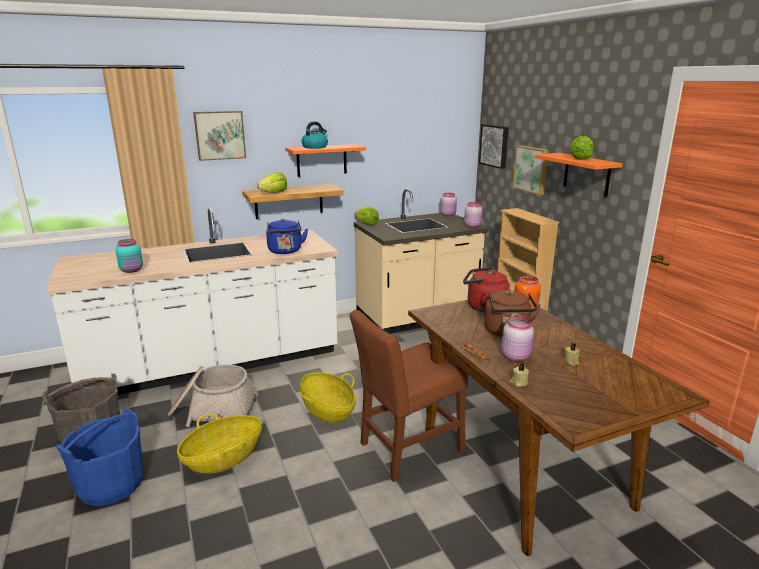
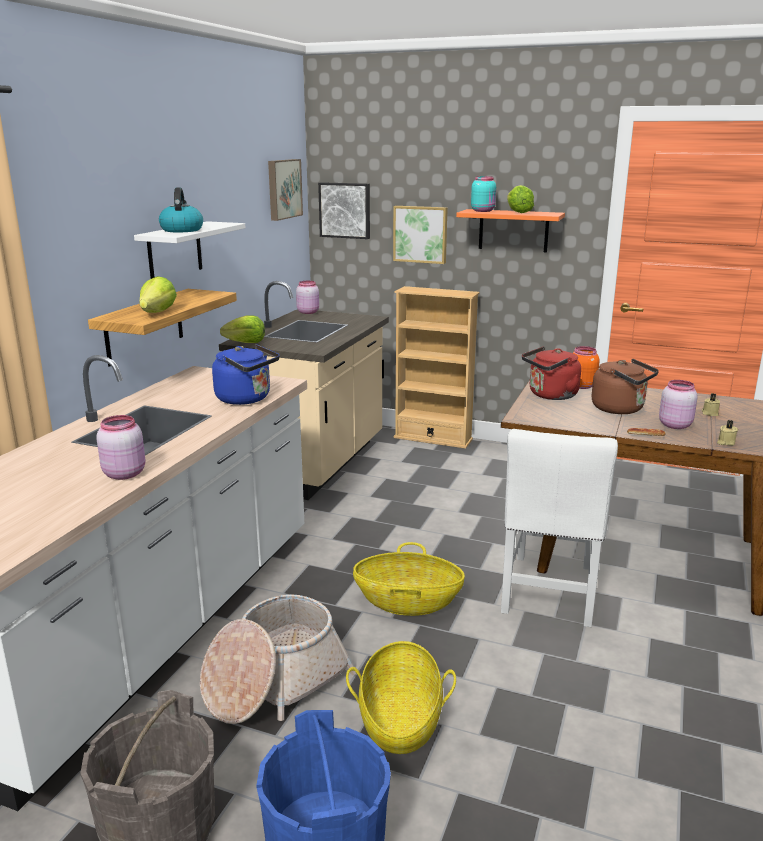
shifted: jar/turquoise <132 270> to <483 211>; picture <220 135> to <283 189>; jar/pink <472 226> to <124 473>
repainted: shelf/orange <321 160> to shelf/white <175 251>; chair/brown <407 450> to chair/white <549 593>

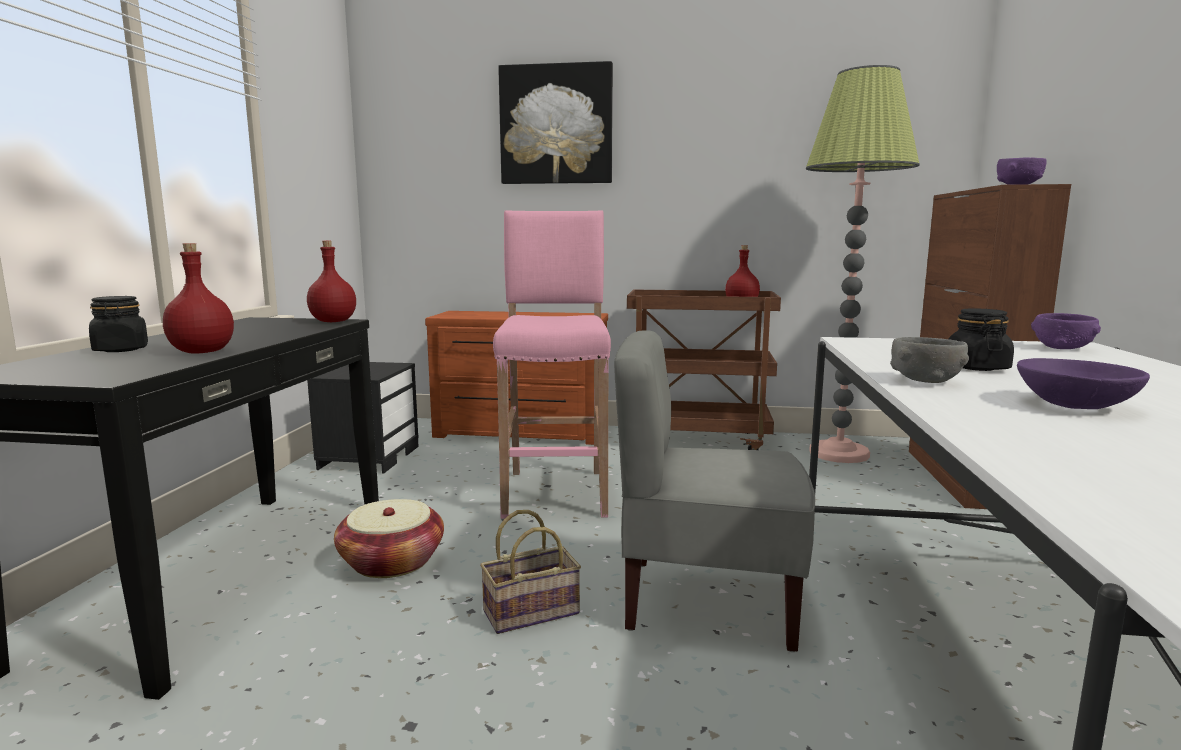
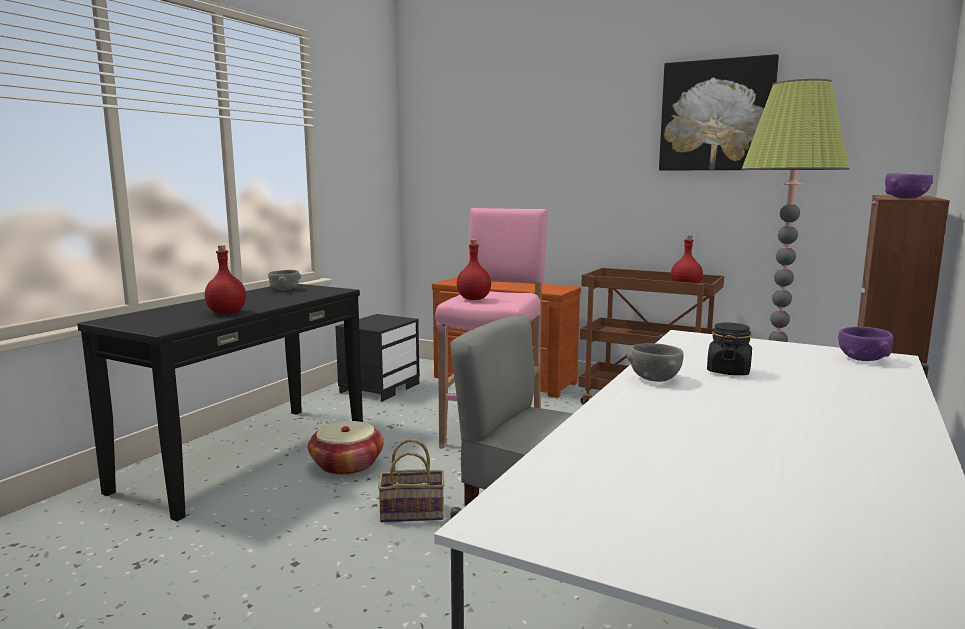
gone: jar/black <121 350>; bowl/purple <1074 405>
new: bowl/grey <285 290>
shifted: bottle/red <332 321> to <473 299>; picture <556 125> to <716 116>

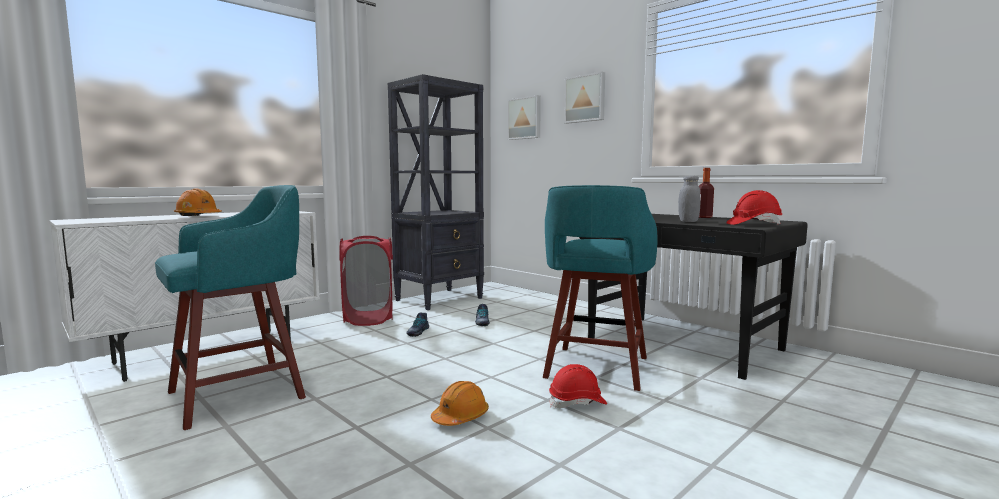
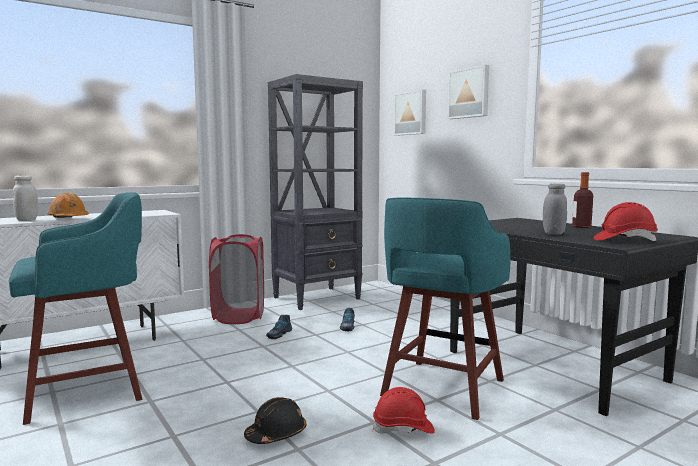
new: jar/white <27 220>
repainted: hard hat/orange <460 417> to hard hat/black <276 434>

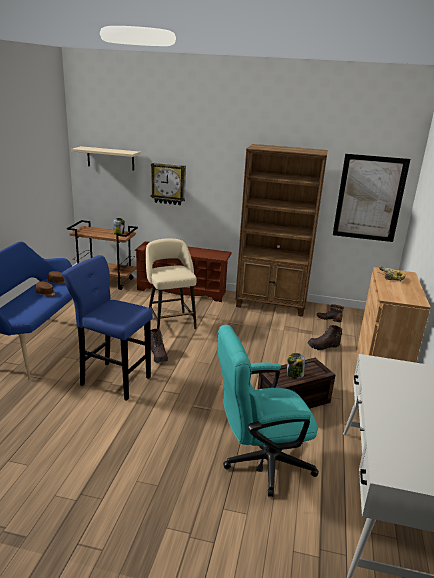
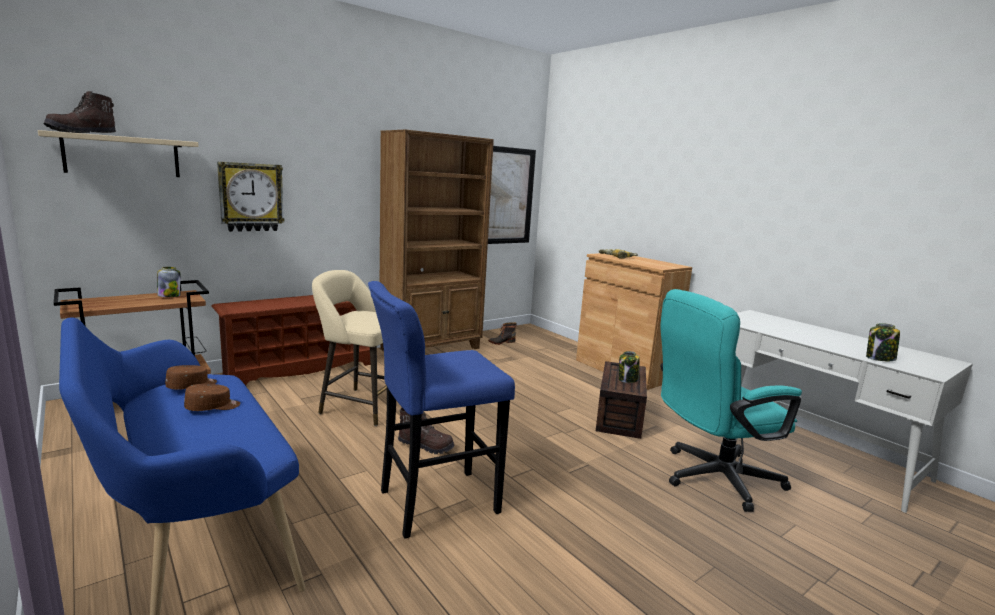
new: jar <880 359>
shifted: boot/brown <323 346> to <82 133>
rotated: office chair/turquoise <260 462> = <711 478> 45 degrees clockwise

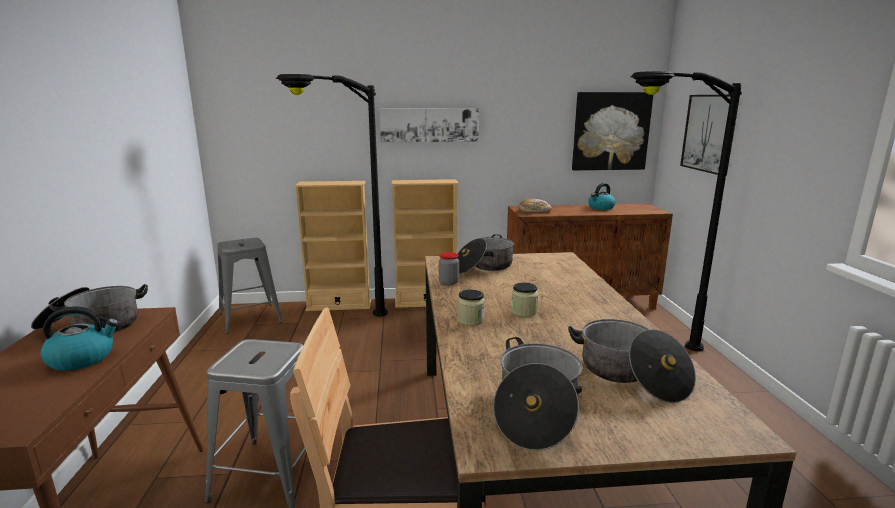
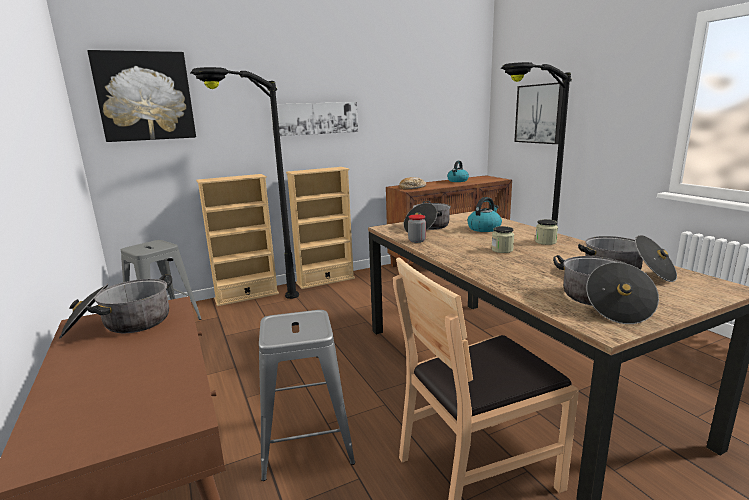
shifted: kettle <82 358> to <484 228>; jar <470 320> to <545 242>; picture <610 131> to <145 96>

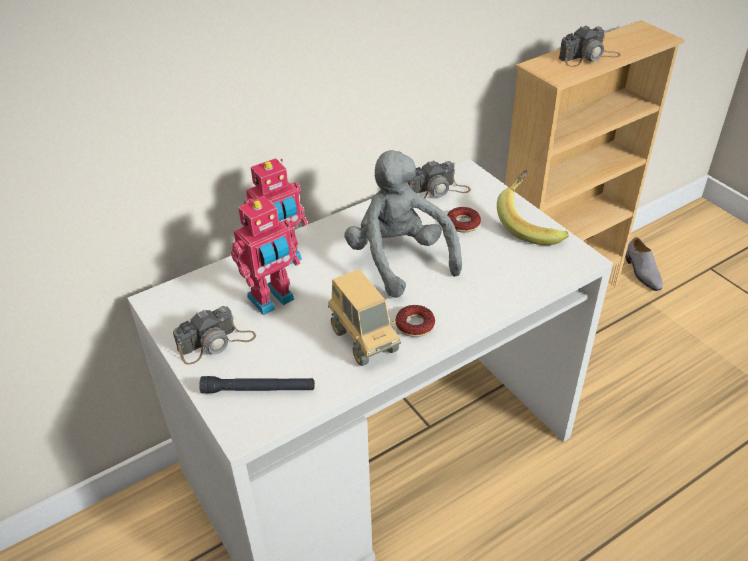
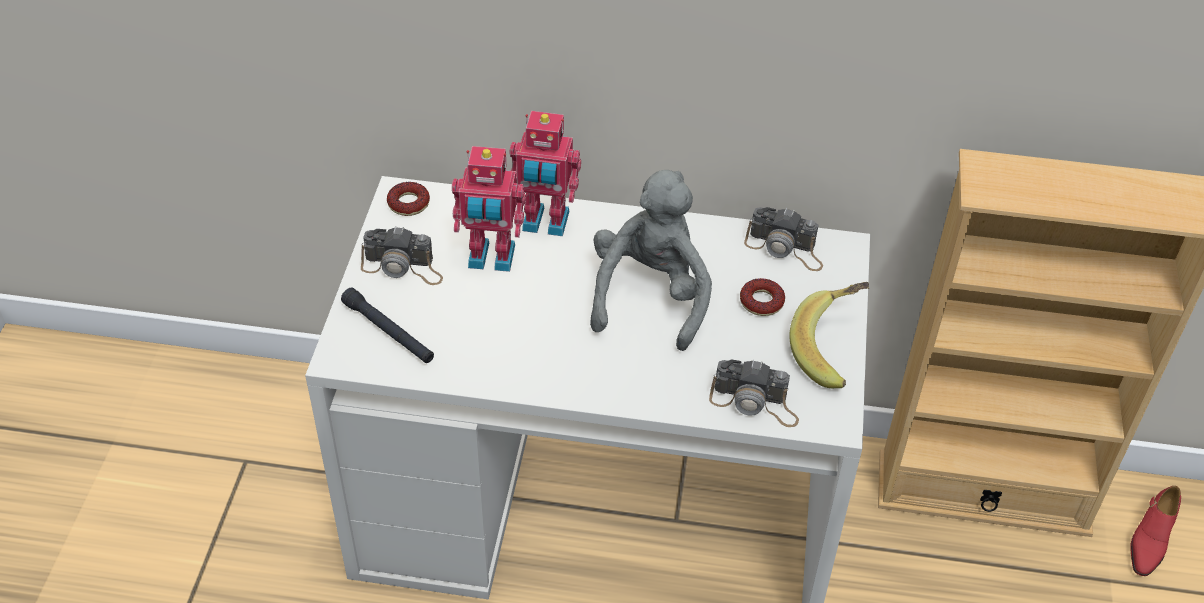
gone: toy truck <364 340>
shifted: donut <415 325> to <408 203>; photo camera <589 57> to <755 403>
repainted: shoe/grey <642 273> to shoe/red <1150 540>

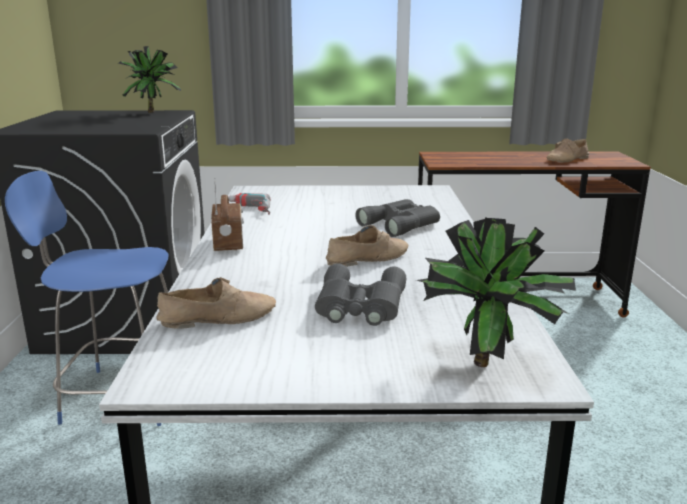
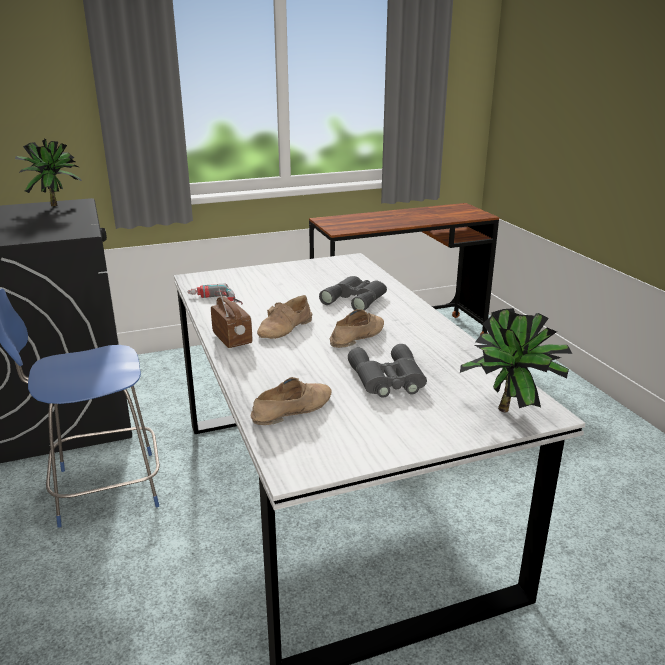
shifted: shoe/beige <568 159> to <286 328>

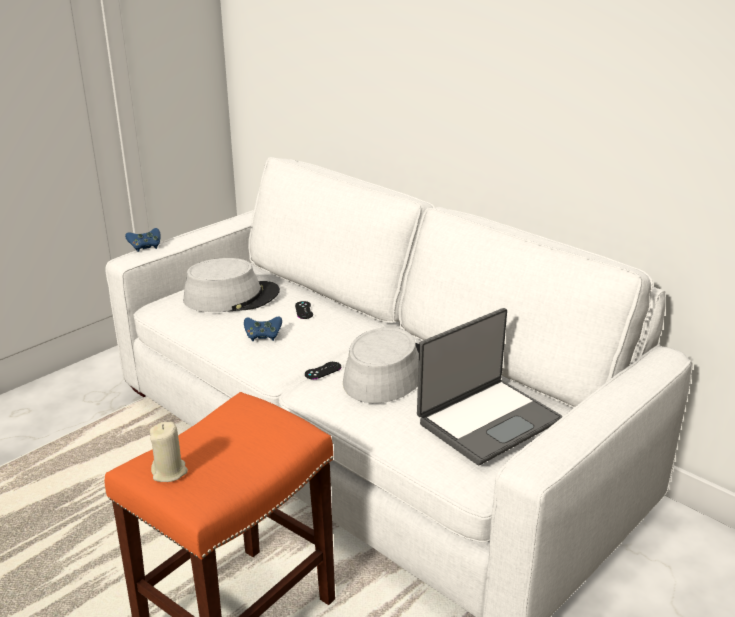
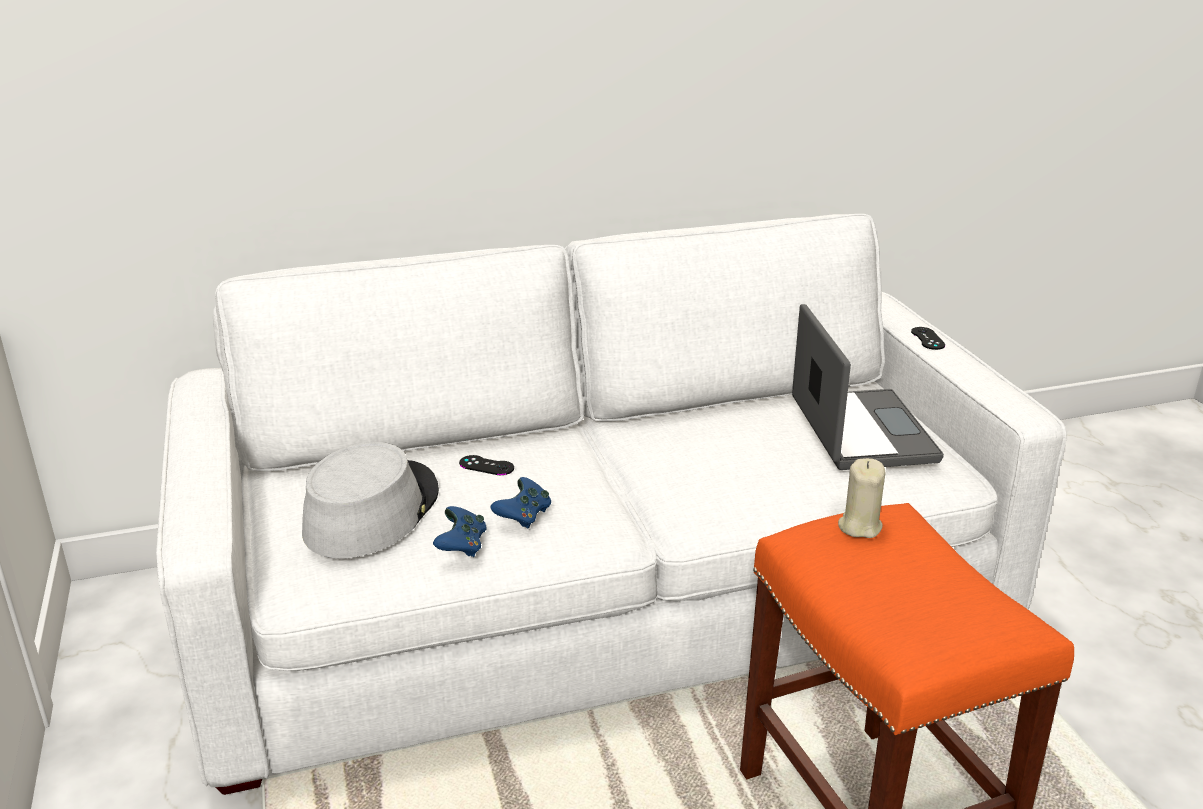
gone: hat/grey <387 373>
shifted: game controller/blue <145 247> to <462 546>; candle/beige <169 472> to <859 526>; game controller/black <323 371> to <927 338>

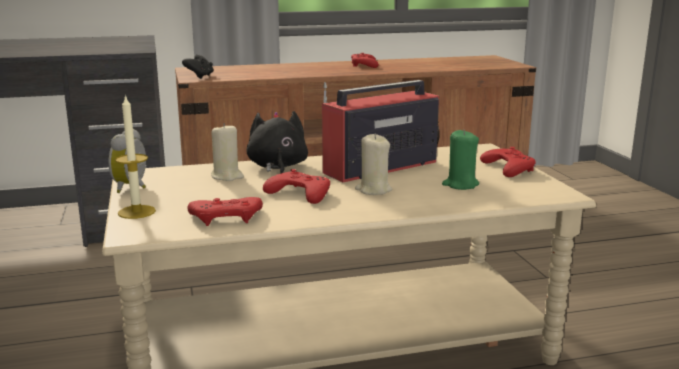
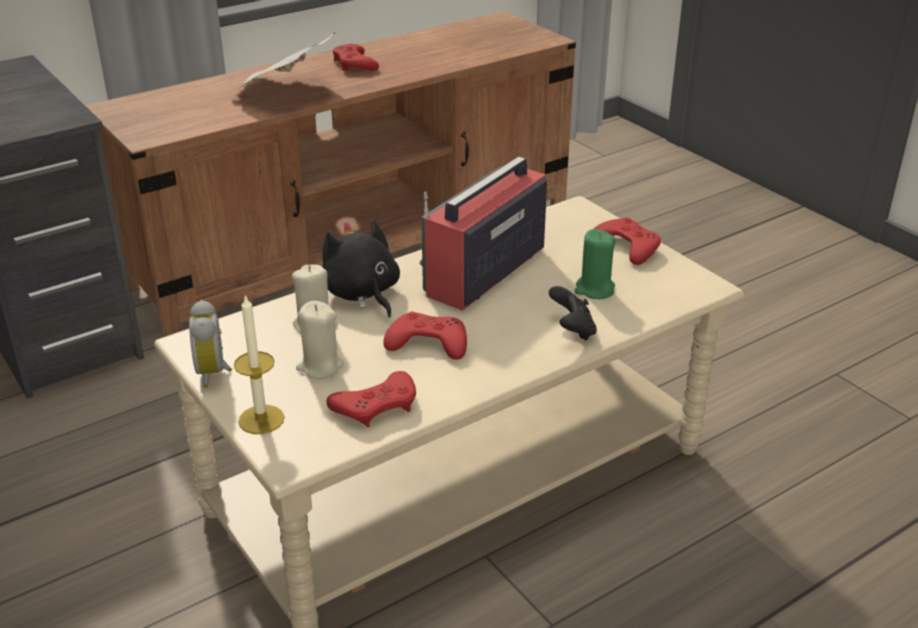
new: newspaper <284 91>
shifted: game controller/black <200 77> to <572 330>; candle/beige <373 190> to <320 367>

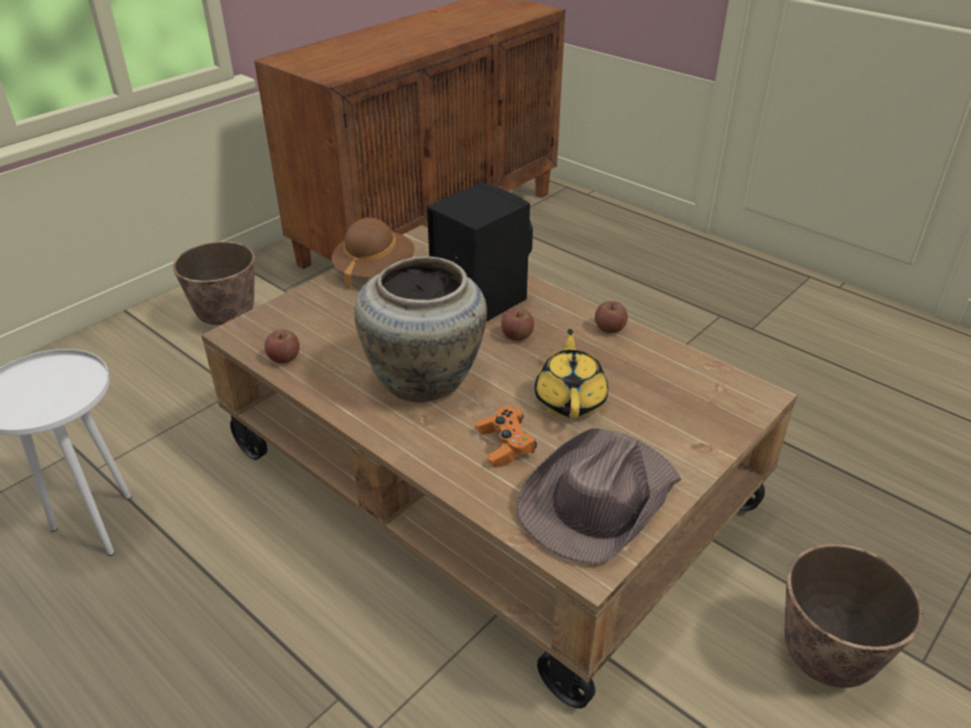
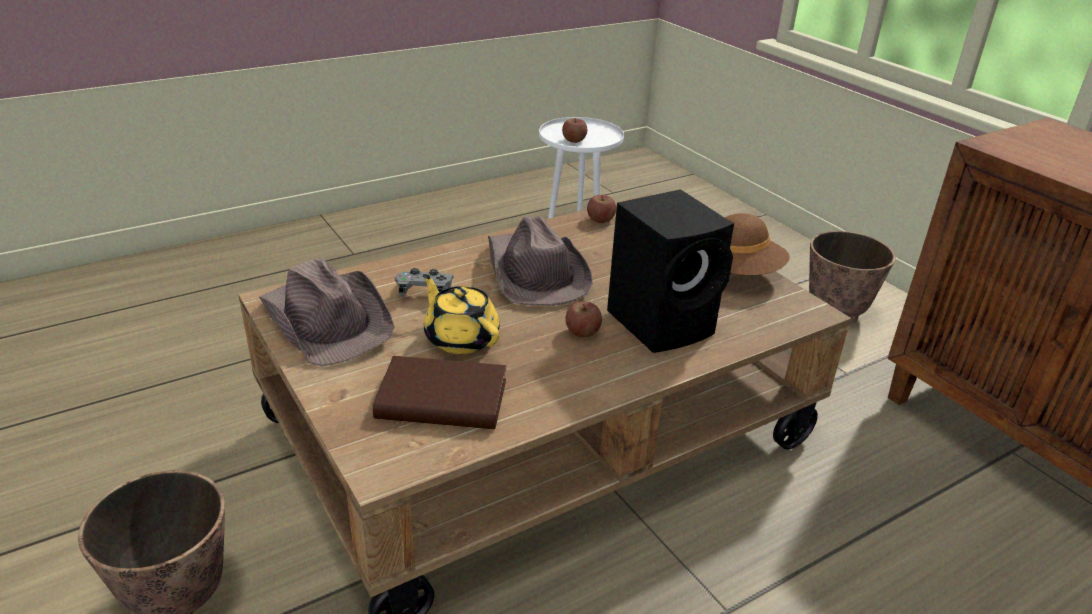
new: book/brown <442 399>
shifted: apple <609 328> to <574 140>
swapped: vase/beige <426 380> to hat/brown <535 272>
repainted: game controller/orange <505 445> to game controller/grey <424 292>
rotated: teapot/yellow <570 399> = <461 338> 150 degrees counterclockwise

